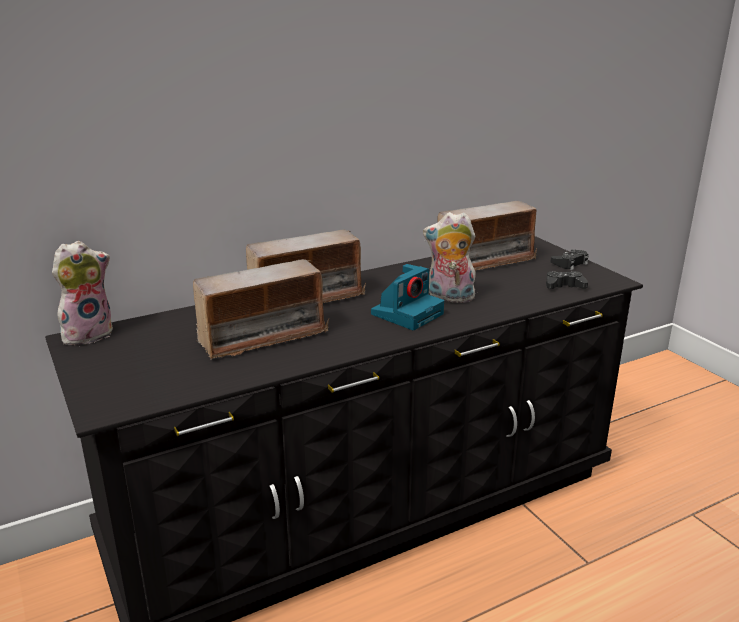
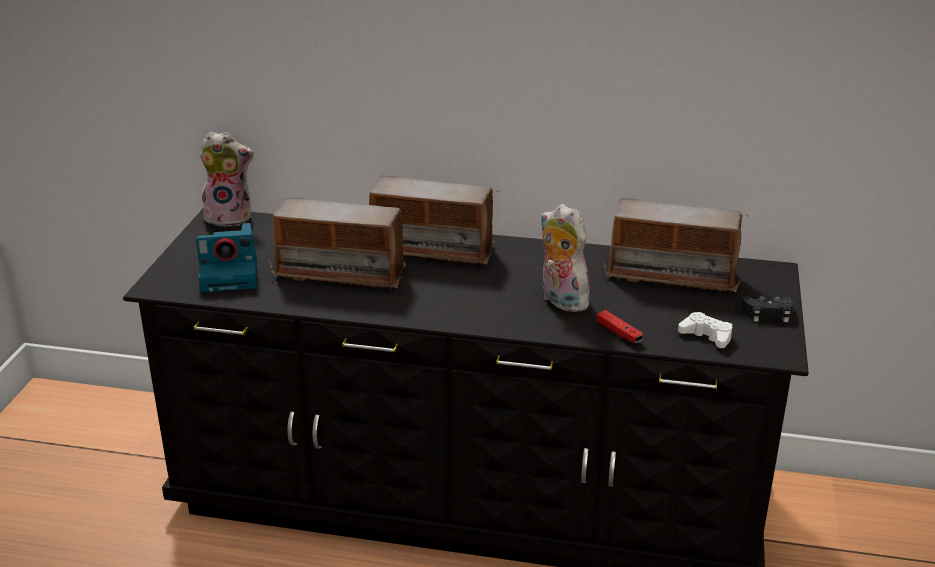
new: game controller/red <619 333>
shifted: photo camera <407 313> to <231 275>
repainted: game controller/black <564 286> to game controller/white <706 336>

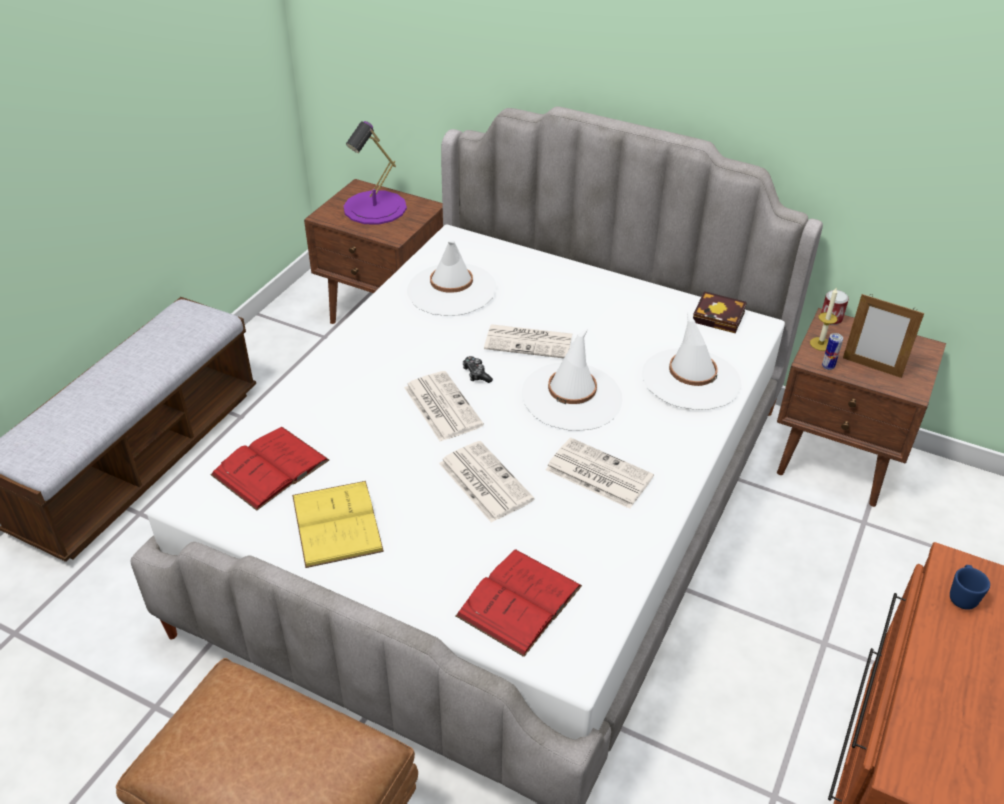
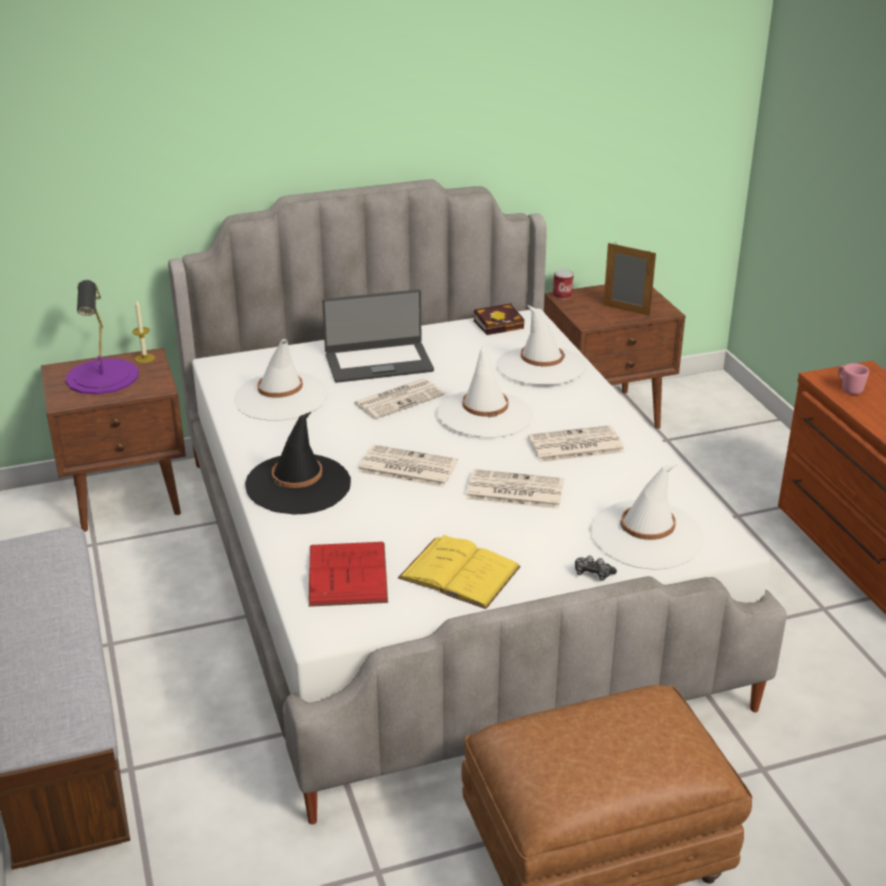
gone: can <828 366>
new: hat/black <298 485>; laptop <378 362>
shifted: game controller <476 374> to <593 574>; candle <820 344> to <144 358>
swapped: book/red <519 601> to hat/white <647 535>
repainted: mug/blue <962 596> to mug/pink <849 389>
rotated: picture frame <872 367> = <626 310> 135 degrees counterclockwise

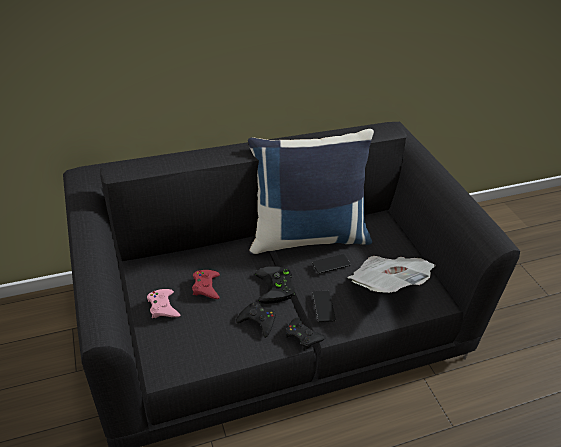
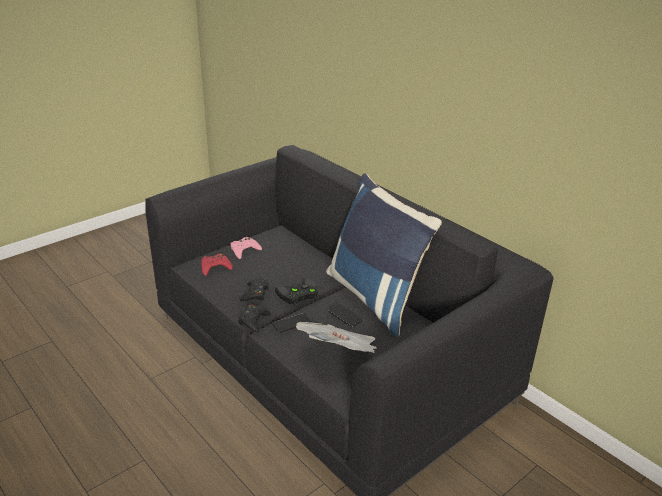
shifted: game controller/red <206 287> to <215 267>

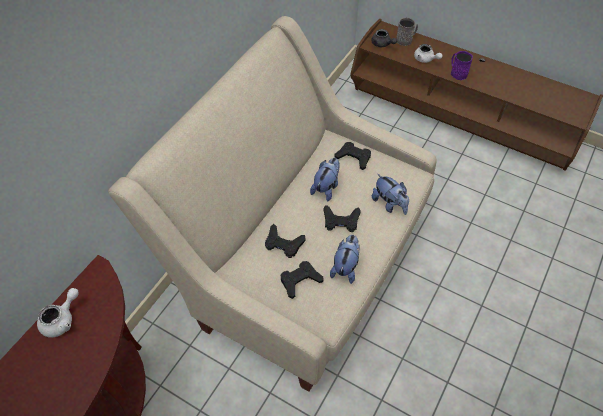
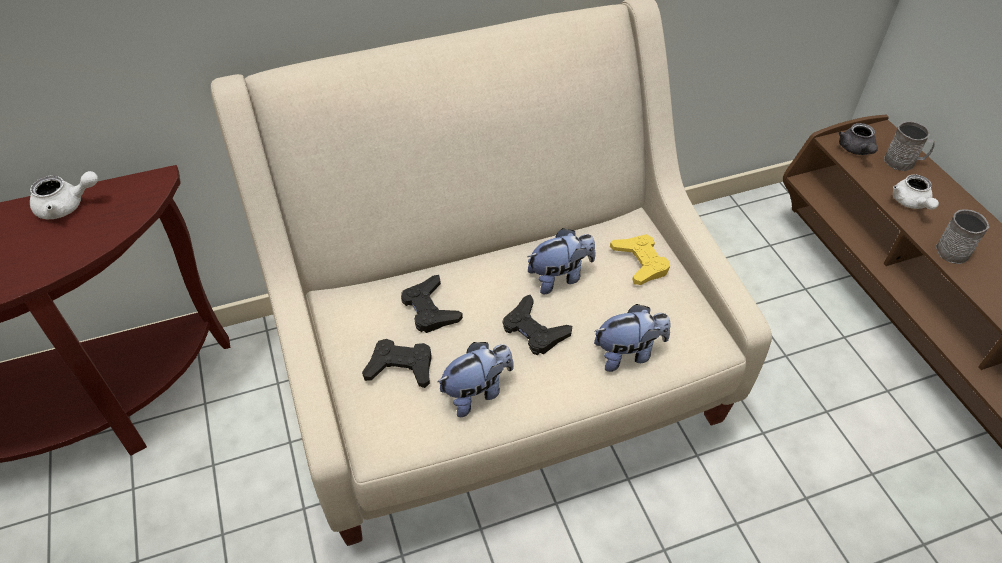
repainted: game controller/black <353 157> to game controller/yellow <640 262>; mug/purple <457 73> to mug/grey <951 248>
rotated: plush toy <389 204> = <628 354> 105 degrees counterclockwise

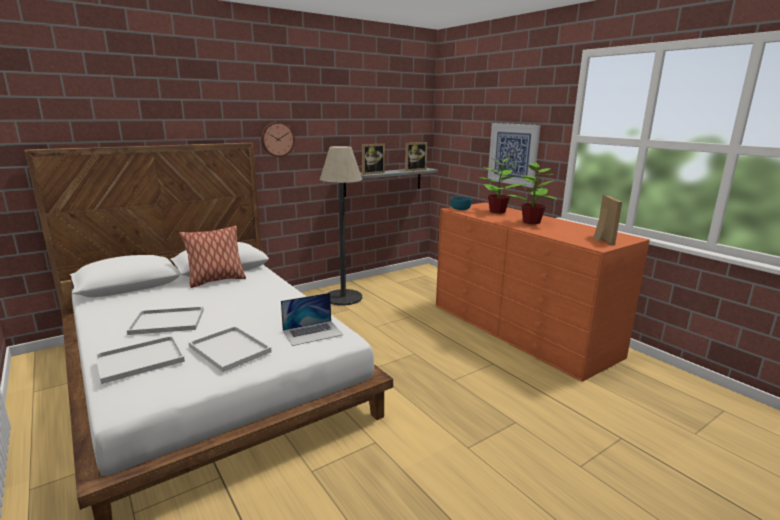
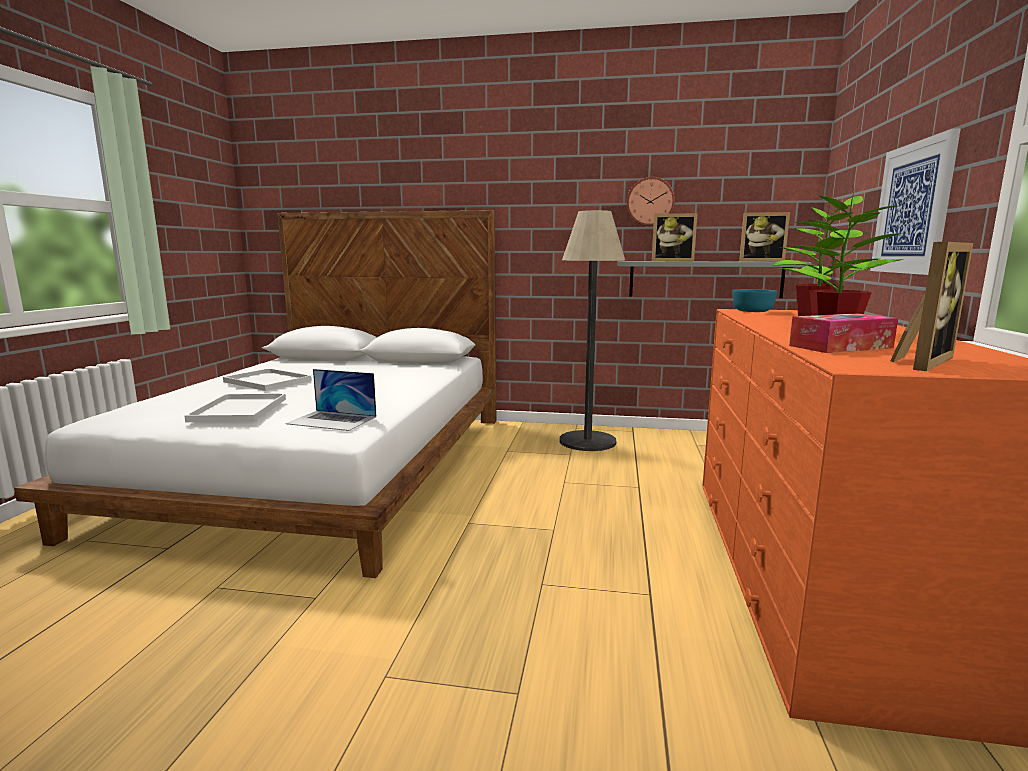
gone: tray/white <138 361>; pillow <216 281>
new: tissue box <840 347>
shifted: wall clock <277 139> to <650 202>

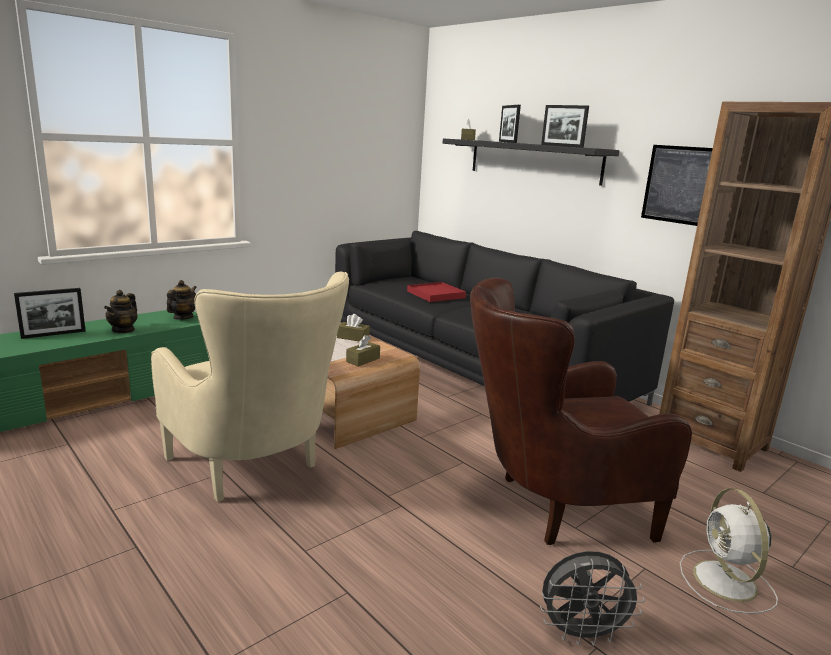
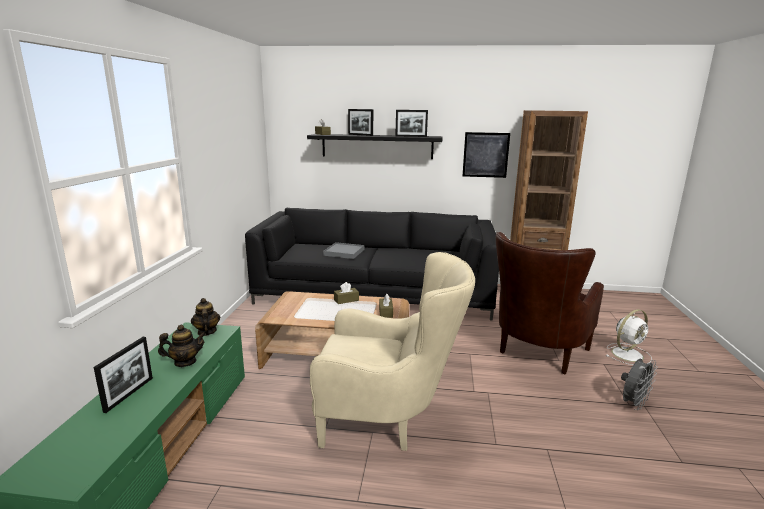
repainted: tray/red <436 294> to tray/grey <344 252>
rotated: teapot <123 330> = <185 362> 75 degrees counterclockwise; fan/white <726 582> = <628 354> 75 degrees counterclockwise

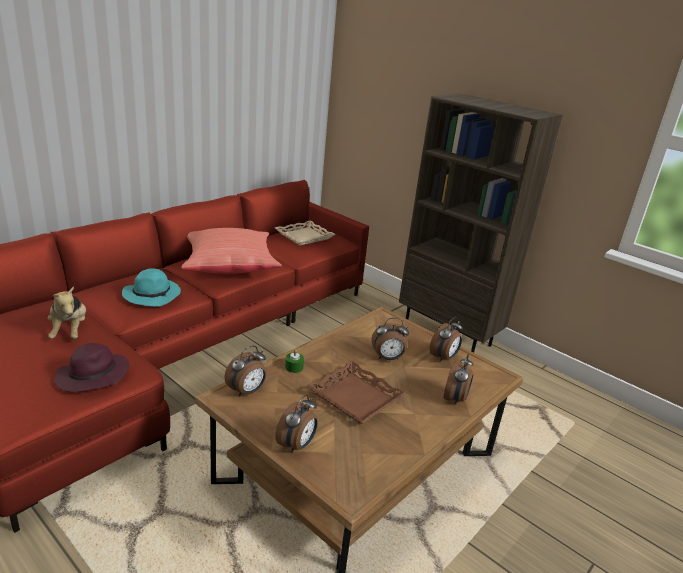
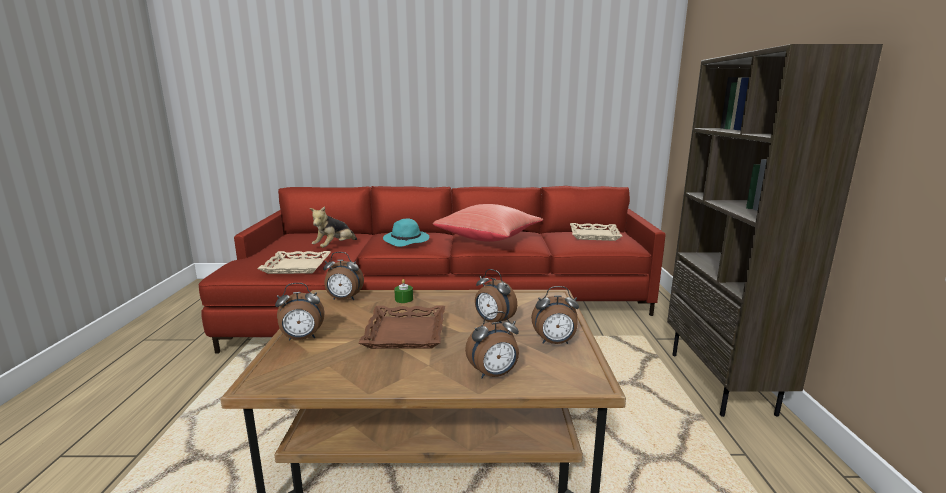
swapped: hat/purple <92 376> to tray/beige <296 267>

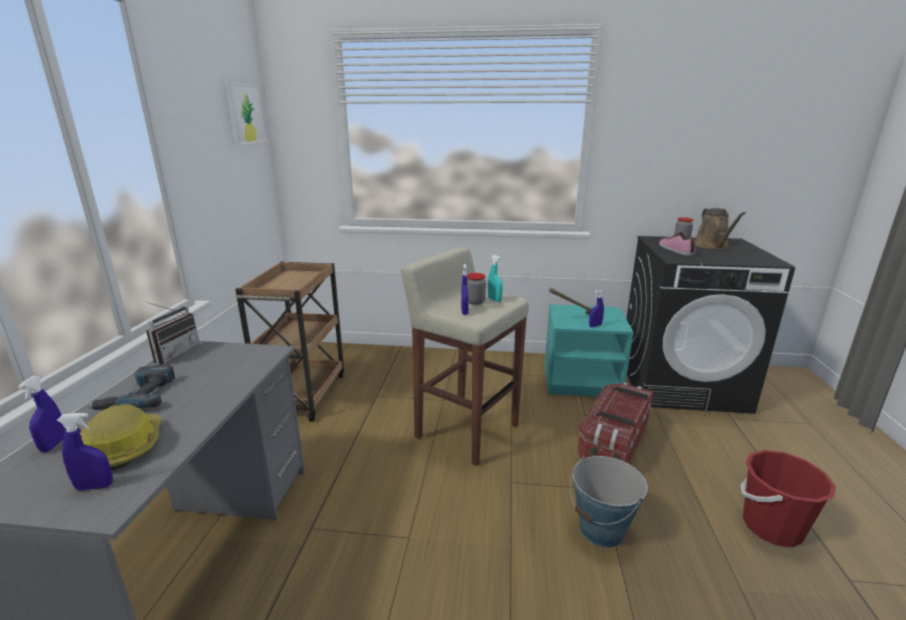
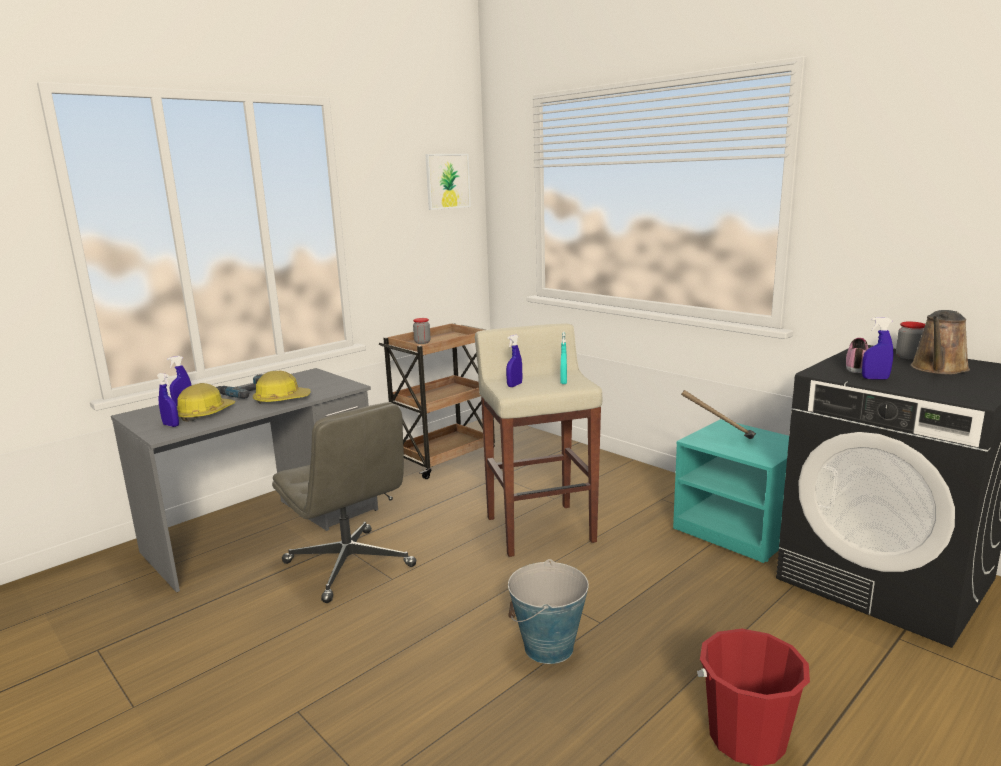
gone: radio <174 353>; storage box <613 444>
new: hard hat <281 400>; office chair/grey <350 565>
shifted: jar <475 302> to <422 342>; spray bottle/blue <595 326> to <875 378>

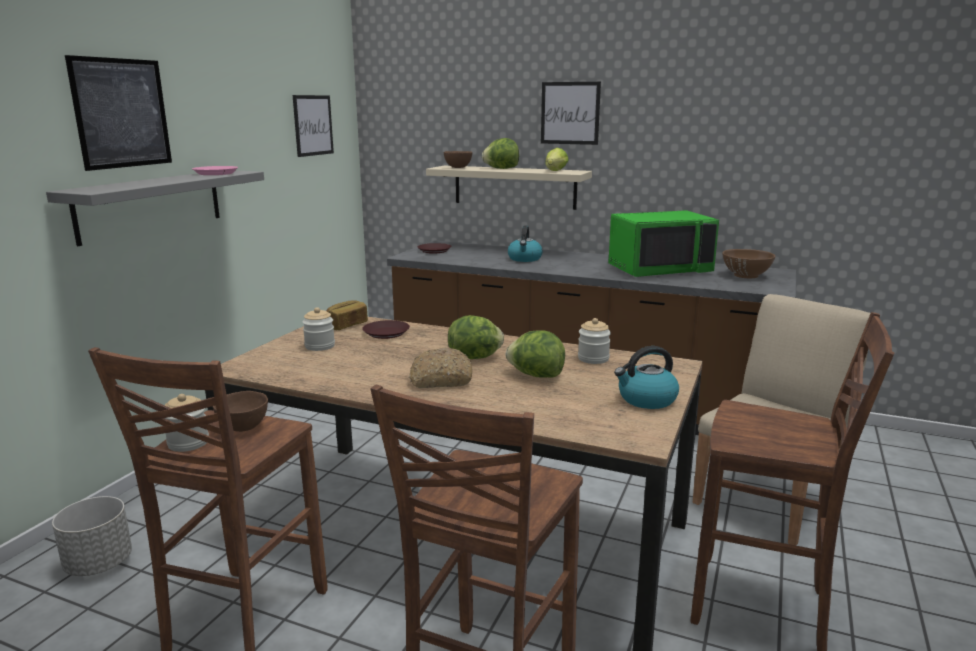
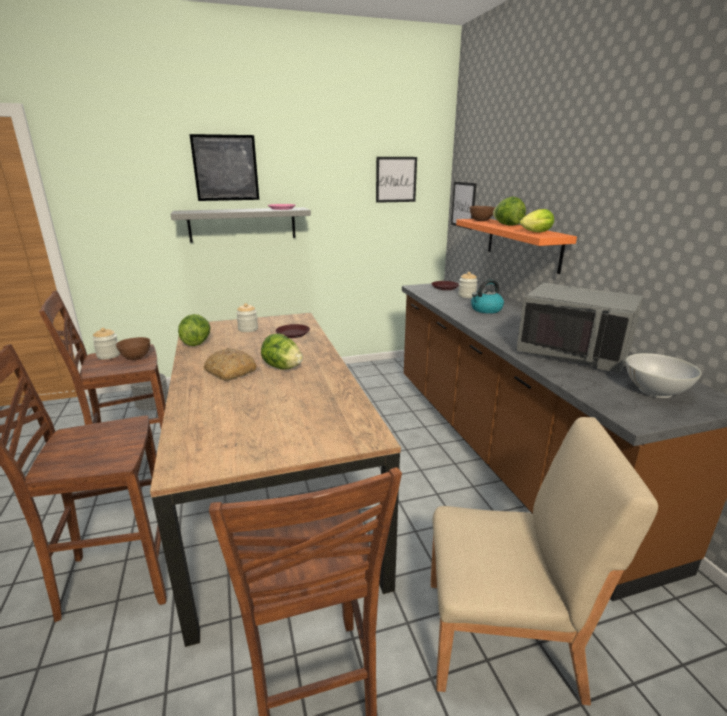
gone: bread <346 325>; kettle <646 399>
shifted: lettuce <536 375> to <196 343>; picture <570 113> to <463 205>; jar <593 359> to <467 295>
repainted: shelf/beige <514 187> to shelf/orange <522 244>; microwave/green <659 269> to microwave/grey <573 353>; bowl/brown <746 275> to bowl/white <655 391>

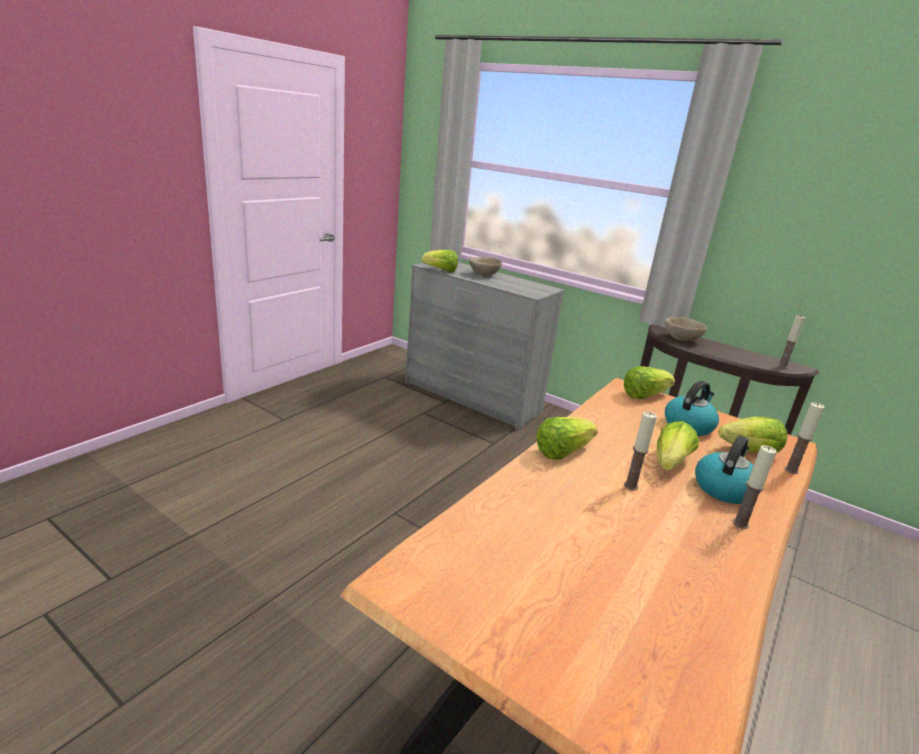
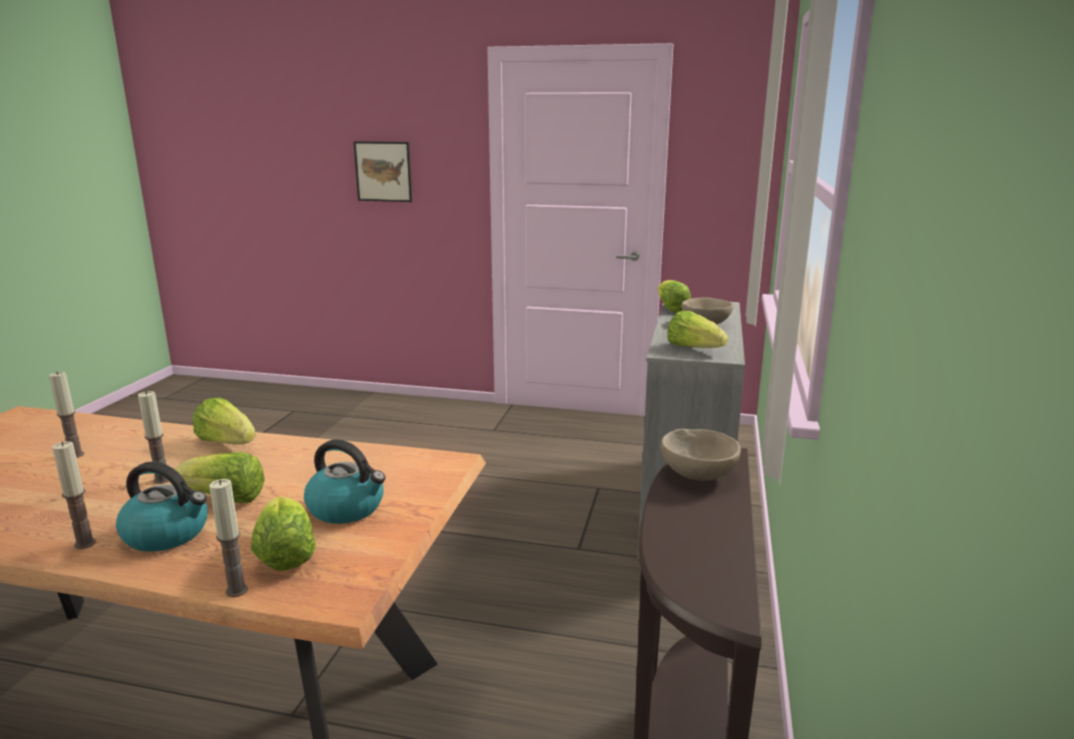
new: picture <383 171>
shifted: lettuce <644 395> to <693 348>; candle <782 366> to <75 455>

